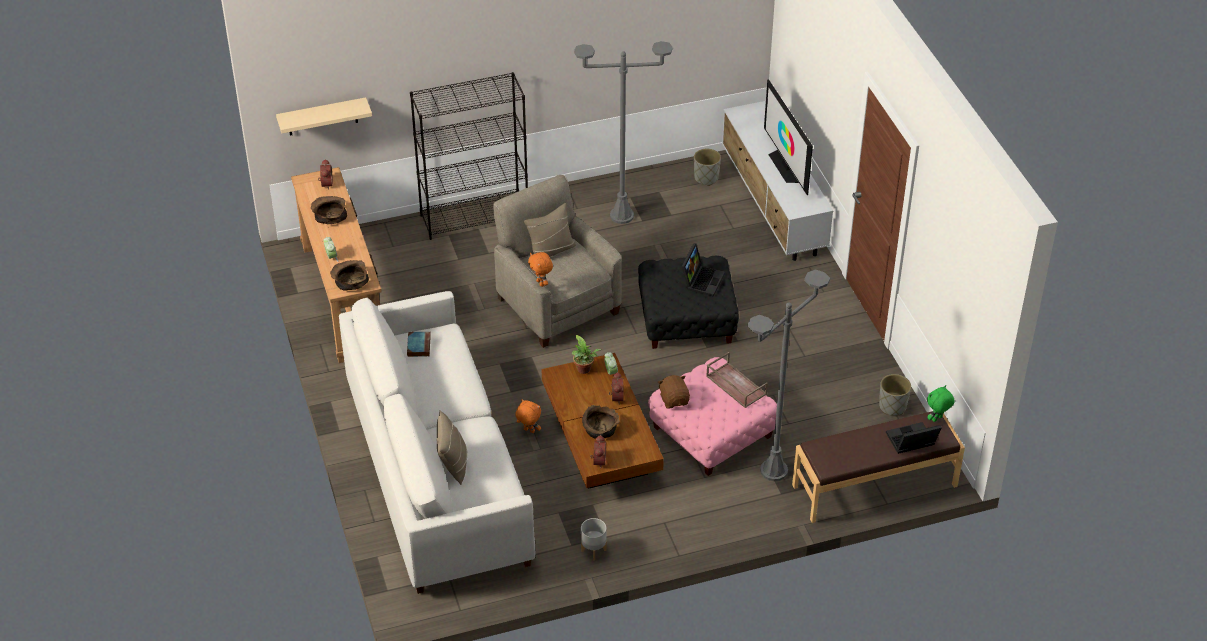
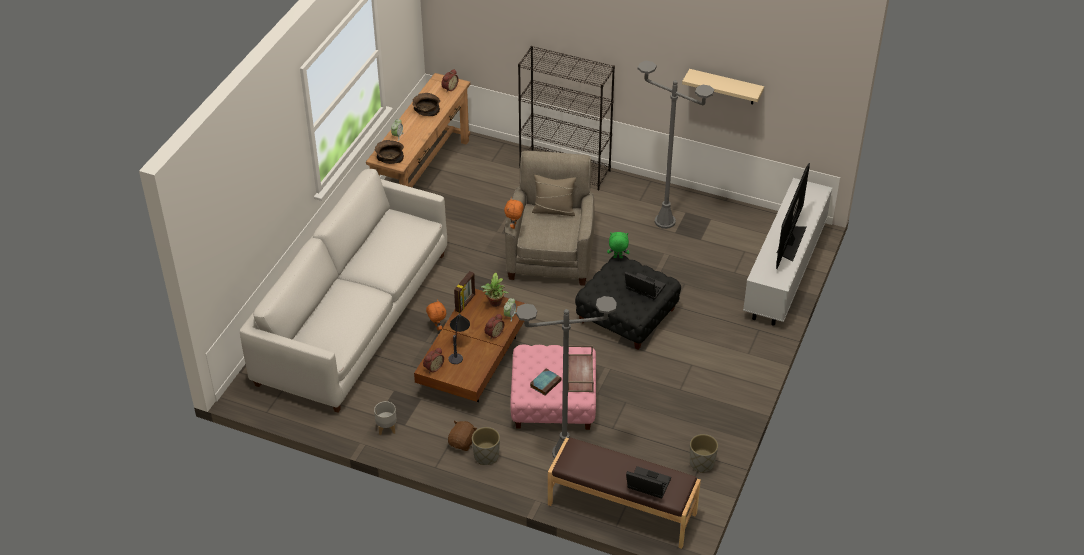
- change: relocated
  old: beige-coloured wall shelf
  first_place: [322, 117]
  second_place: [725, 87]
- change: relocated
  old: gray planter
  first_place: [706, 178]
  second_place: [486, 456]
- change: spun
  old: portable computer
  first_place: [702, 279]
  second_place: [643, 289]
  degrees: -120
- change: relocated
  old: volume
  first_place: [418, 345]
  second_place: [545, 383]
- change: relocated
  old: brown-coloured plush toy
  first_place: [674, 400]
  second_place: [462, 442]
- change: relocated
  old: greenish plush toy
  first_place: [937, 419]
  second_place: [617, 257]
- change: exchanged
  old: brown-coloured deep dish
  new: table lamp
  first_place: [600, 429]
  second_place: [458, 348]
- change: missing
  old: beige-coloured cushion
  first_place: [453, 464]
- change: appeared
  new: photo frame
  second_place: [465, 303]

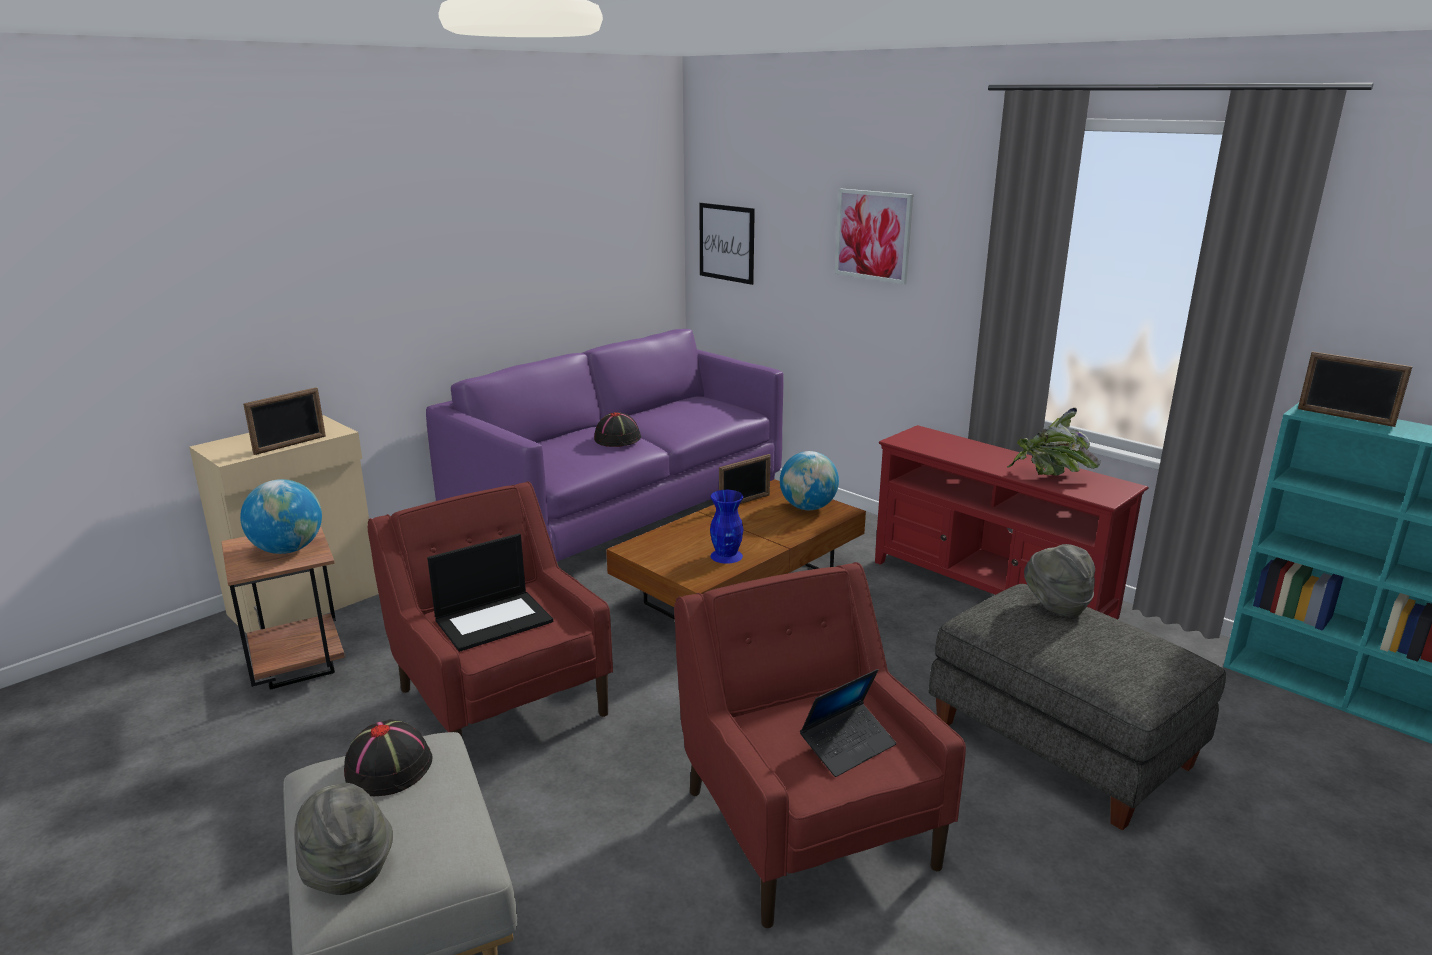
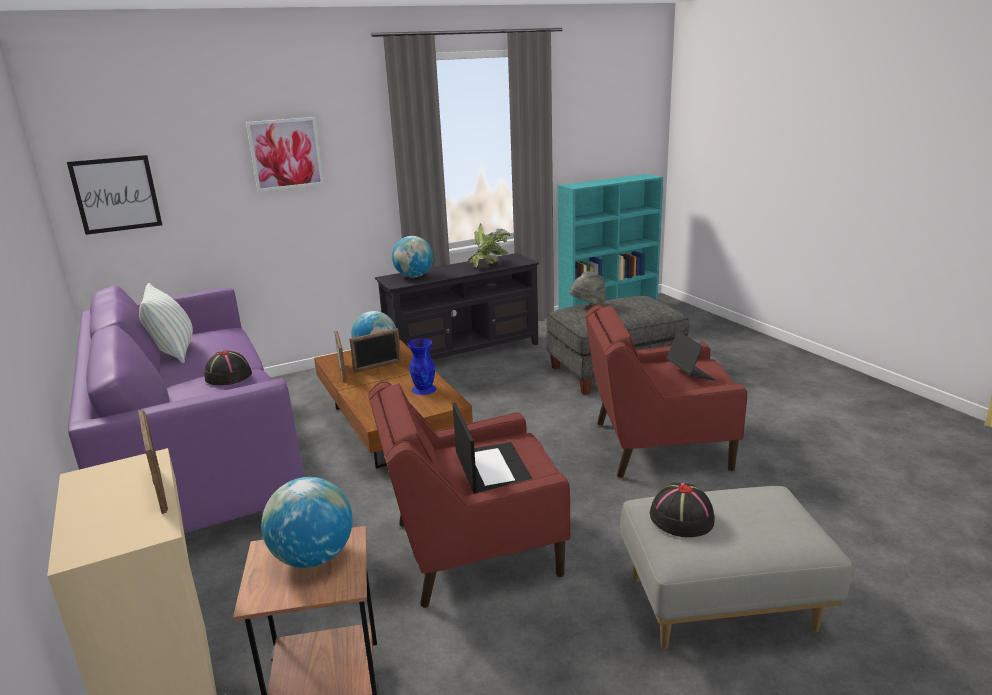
- change: relocated
  old: photo frame
  first_place: [1345, 417]
  second_place: [378, 367]
- change: colour
  old: red tv unit
  new: black-coloured tv unit
  first_place: [990, 589]
  second_place: [463, 353]
- change: missing
  old: gray hat
  first_place: [346, 868]
- change: appeared
  new: globe
  second_place: [414, 276]
- change: appeared
  new: cushion
  second_place: [173, 352]

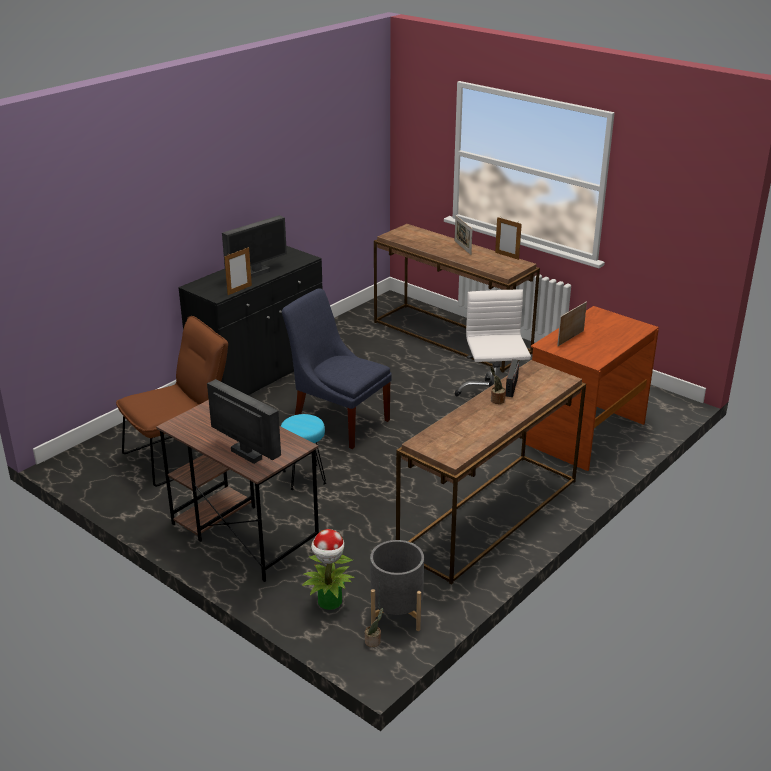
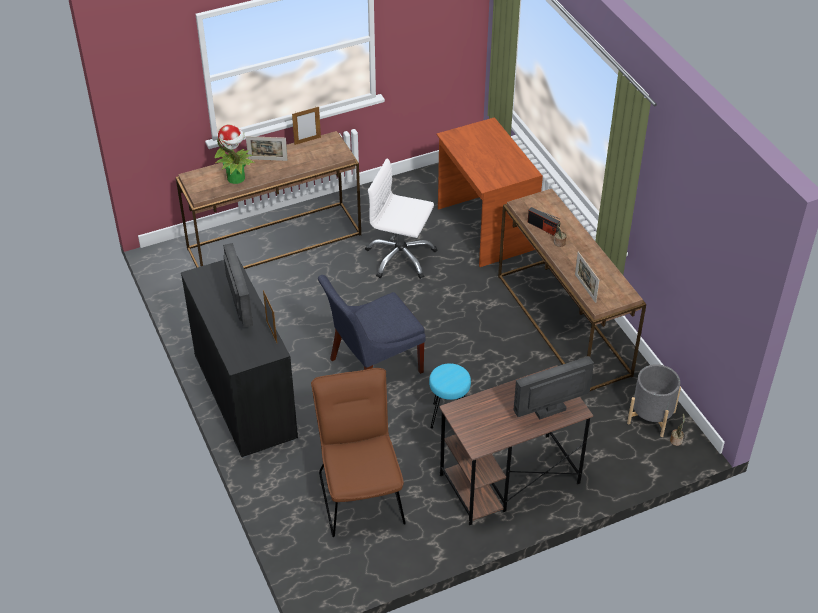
- change: relocated
  old: photo frame
  first_place: [570, 338]
  second_place: [585, 288]
- change: relocated
  old: potted plant
  first_place: [330, 602]
  second_place: [236, 178]

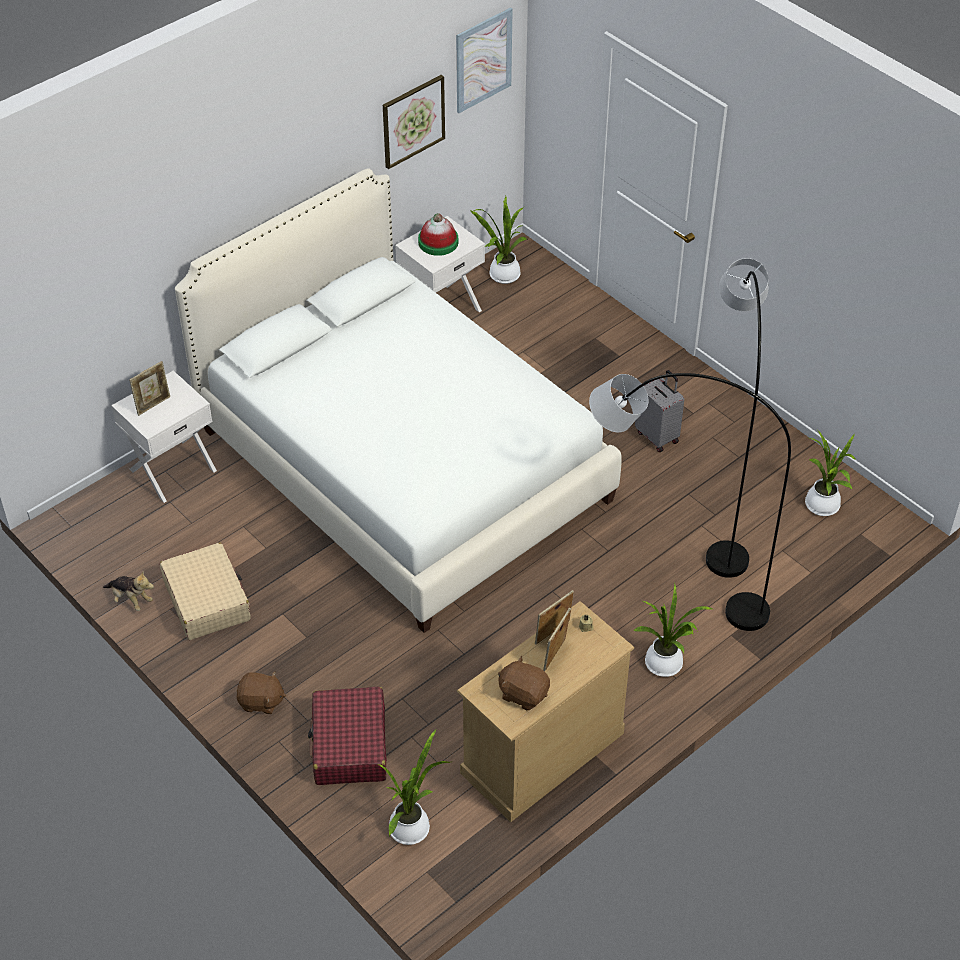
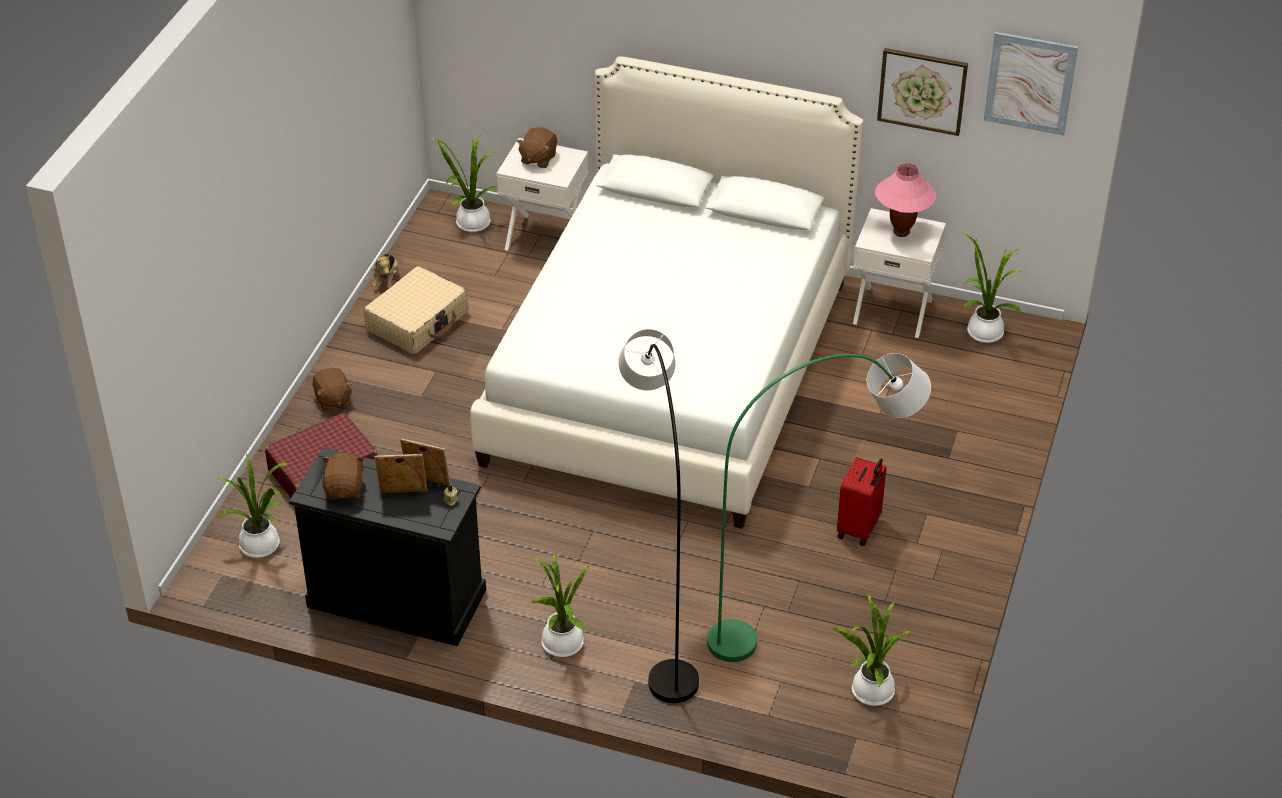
- change: exchanged
  old: hat
  new: pinkish table lamp
  first_place: [438, 242]
  second_place: [901, 232]
- change: colour
  old: gray standard lamp
  new: greenish standard lamp
  first_place: [722, 500]
  second_place: [813, 610]
- change: exchanged
  old: photo frame
  new: brown-coloured plush toy
  first_place: [153, 405]
  second_place: [538, 158]
- change: colour
  old: gray piece of luggage
  new: red piece of luggage
  first_place: [658, 436]
  second_place: [859, 528]
- change: colour
  old: beige-coloured drawer chest
  new: black-coloured drawer chest
  first_place: [542, 753]
  second_place: [396, 598]
- change: appeared
  new: potted plant
  second_place: [470, 223]

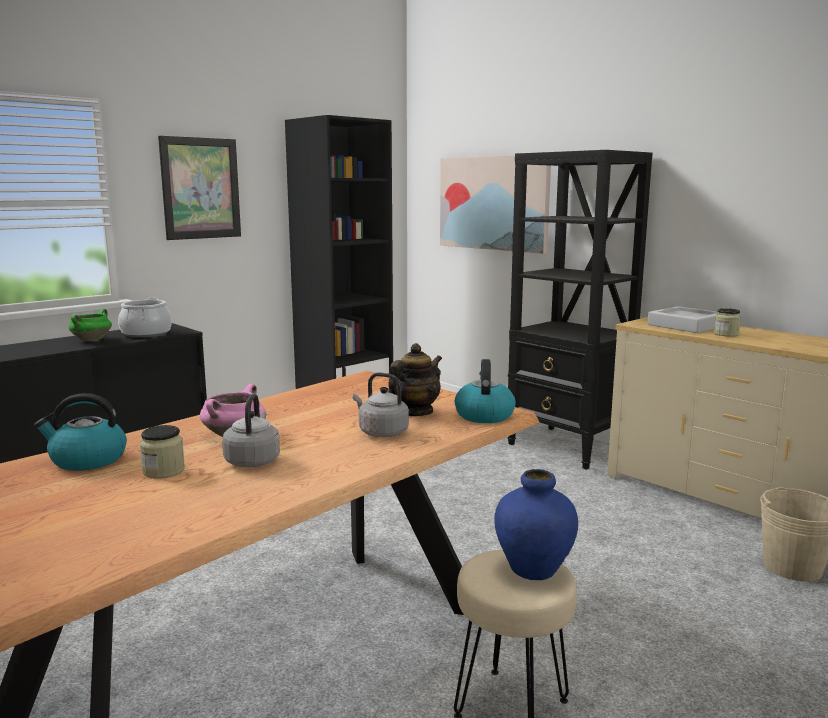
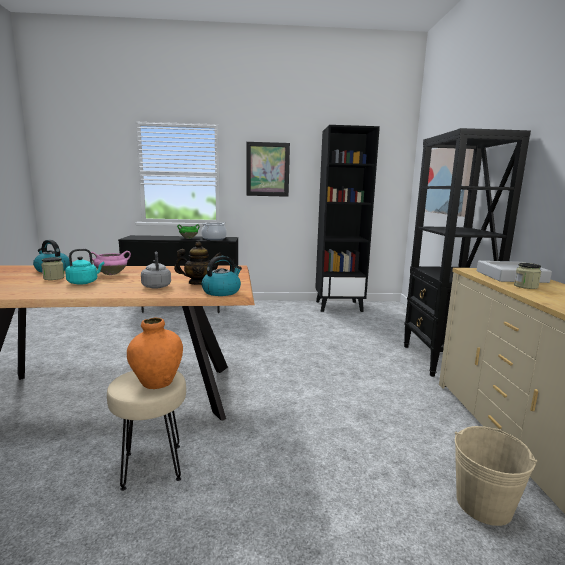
- change: colour
  old: gray tea kettle
  new: turquoise tea kettle
  first_place: [253, 460]
  second_place: [84, 282]
- change: colour
  old: bluish flower vase
  new: orange-coloured flower vase
  first_place: [533, 569]
  second_place: [157, 382]

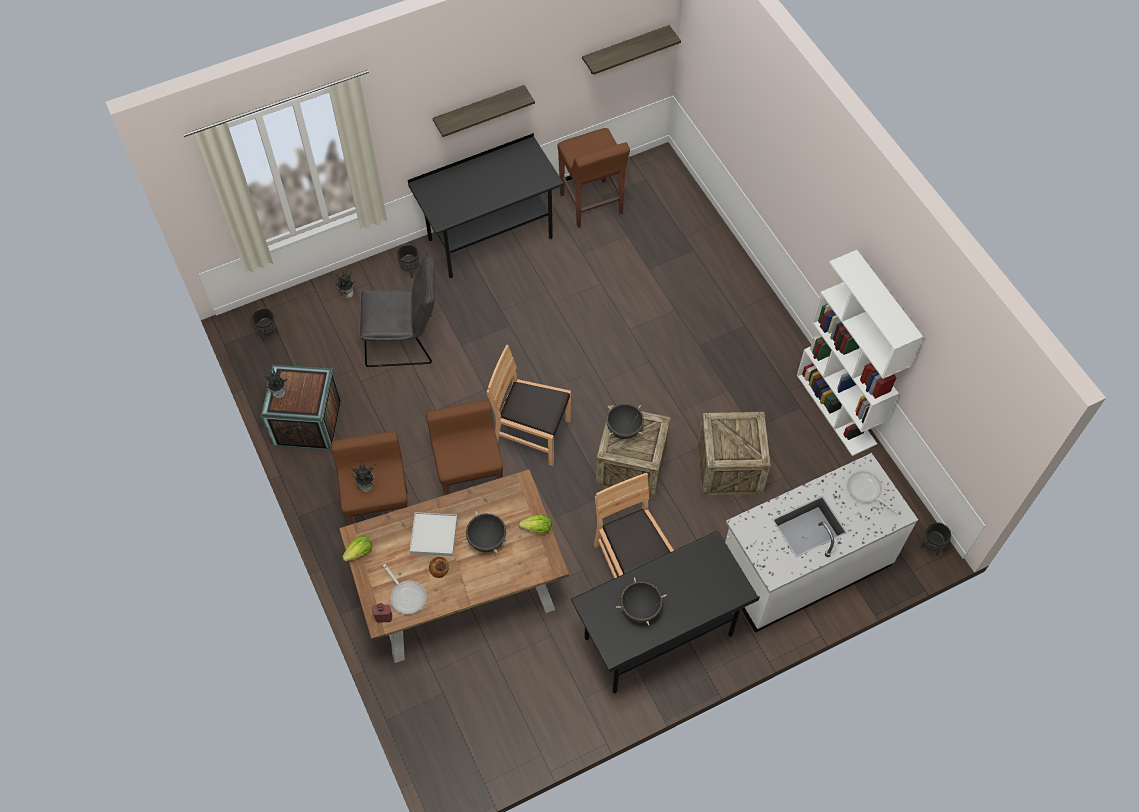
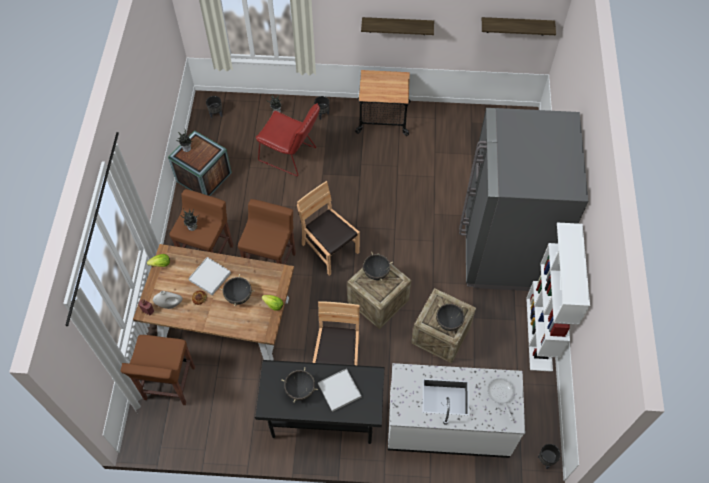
- change: relocated
  old: brown-coloured stool
  first_place: [591, 205]
  second_place: [169, 384]
- change: exchanged
  old: black-coloured desk unit
  new: trolley
  first_place: [490, 239]
  second_place: [383, 118]
- change: colour
  old: gray chair
  new: red chair
  first_place: [405, 341]
  second_place: [291, 156]
- change: exchanged
  old: frying pan
  new: white-coloured flower vase
  first_place: [407, 595]
  second_place: [170, 304]
- change: appeared
  new: gray kitchen fridge
  second_place: [504, 249]
- change: appeared
  new: black-coloured saucepot
  second_place: [449, 322]
- change: appeared
  new: white-coloured carrying tray
  second_place: [339, 390]

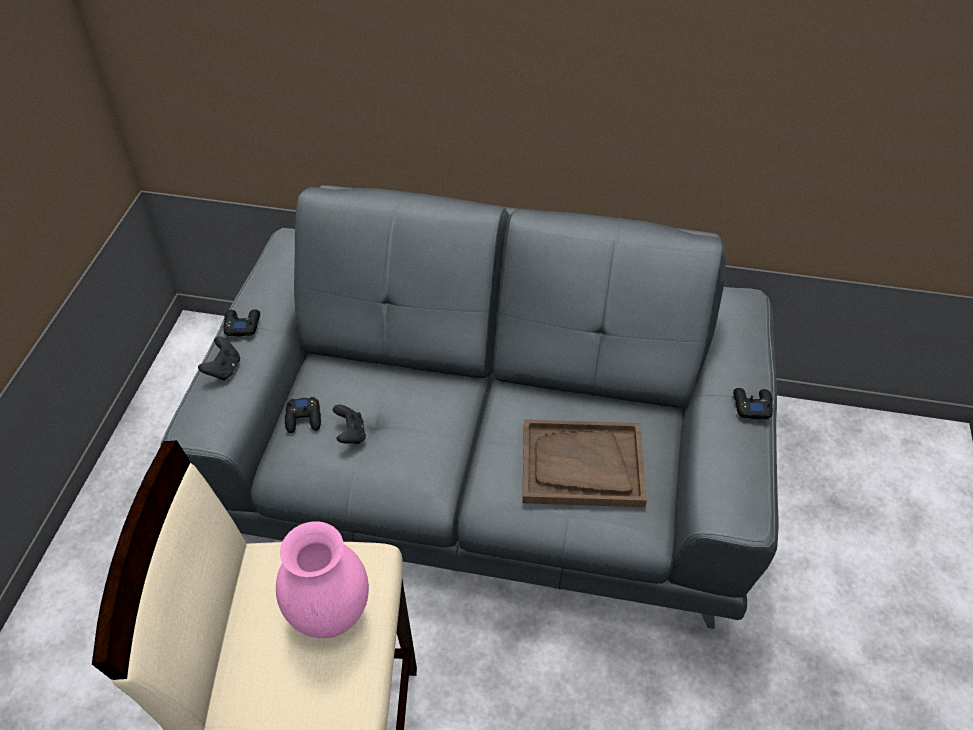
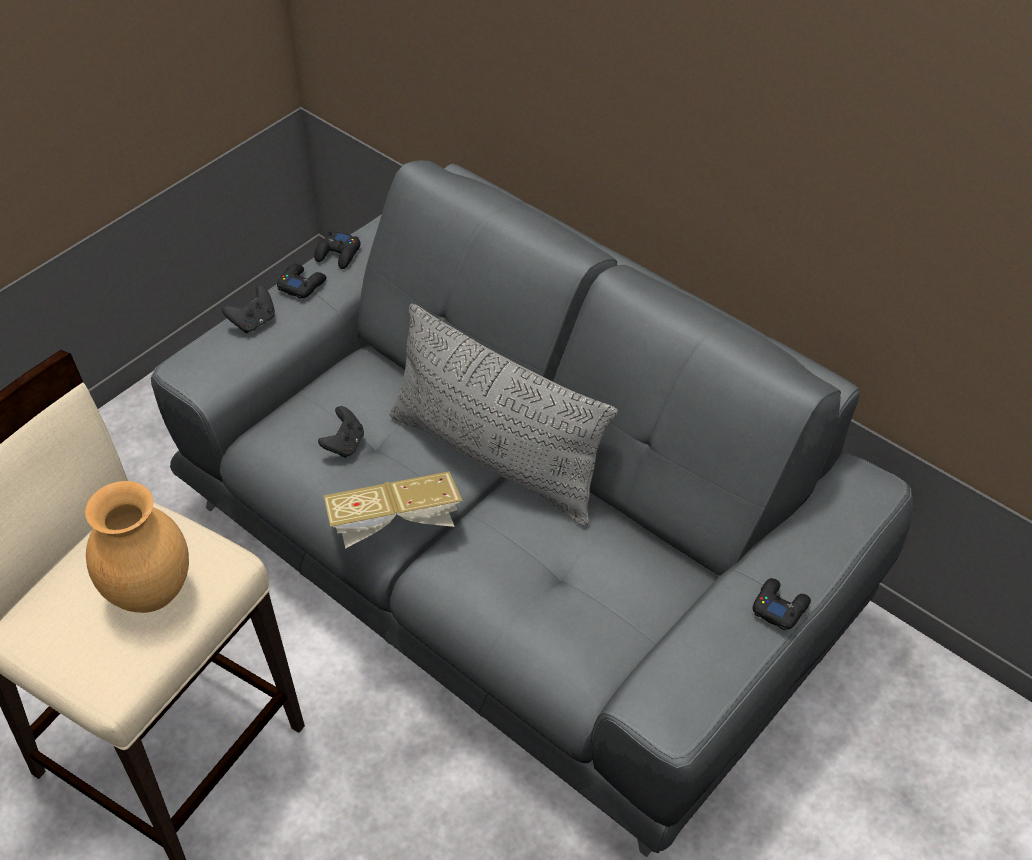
- change: relocated
  old: black-coloured gamepad
  first_place: [304, 418]
  second_place: [338, 254]
- change: missing
  old: brown-coloured carrying tray
  first_place: [582, 465]
- change: colour
  old: pinkish flower vase
  new: brown-coloured flower vase
  first_place: [329, 613]
  second_place: [152, 591]
- change: appeared
  new: gray cushion
  second_place: [496, 458]
- change: appeared
  new: volume
  second_place: [395, 526]

